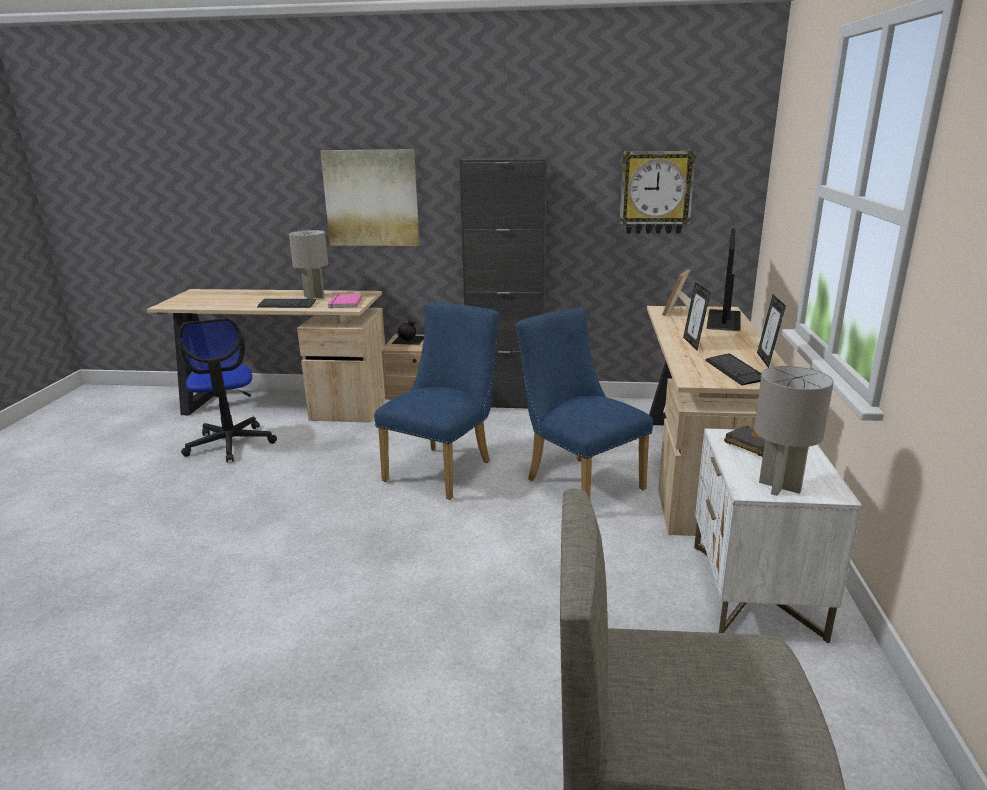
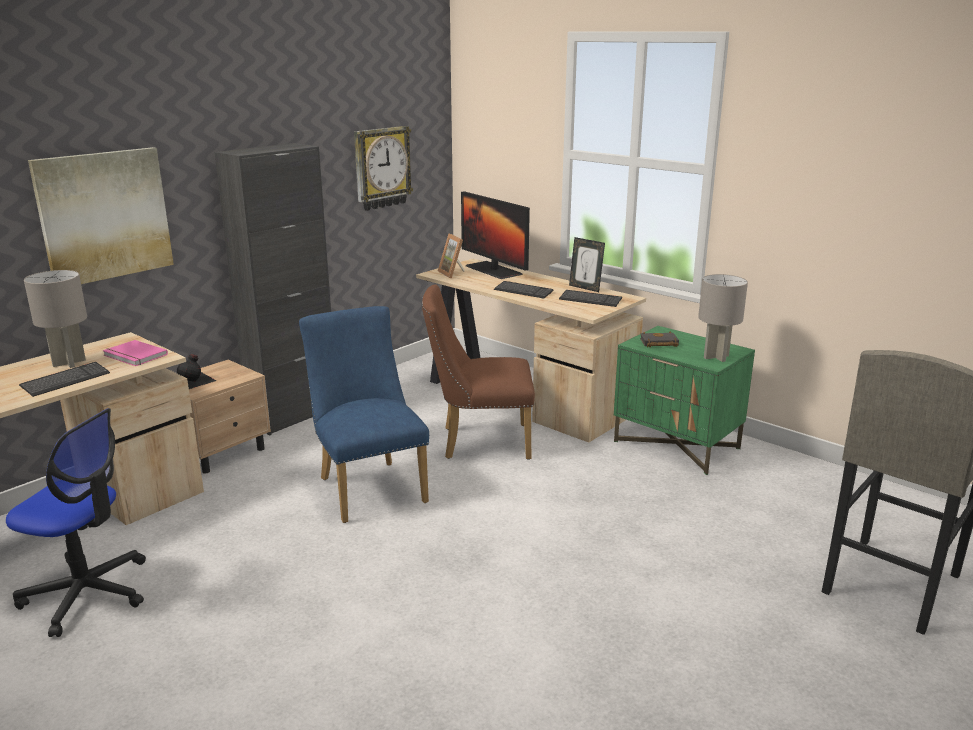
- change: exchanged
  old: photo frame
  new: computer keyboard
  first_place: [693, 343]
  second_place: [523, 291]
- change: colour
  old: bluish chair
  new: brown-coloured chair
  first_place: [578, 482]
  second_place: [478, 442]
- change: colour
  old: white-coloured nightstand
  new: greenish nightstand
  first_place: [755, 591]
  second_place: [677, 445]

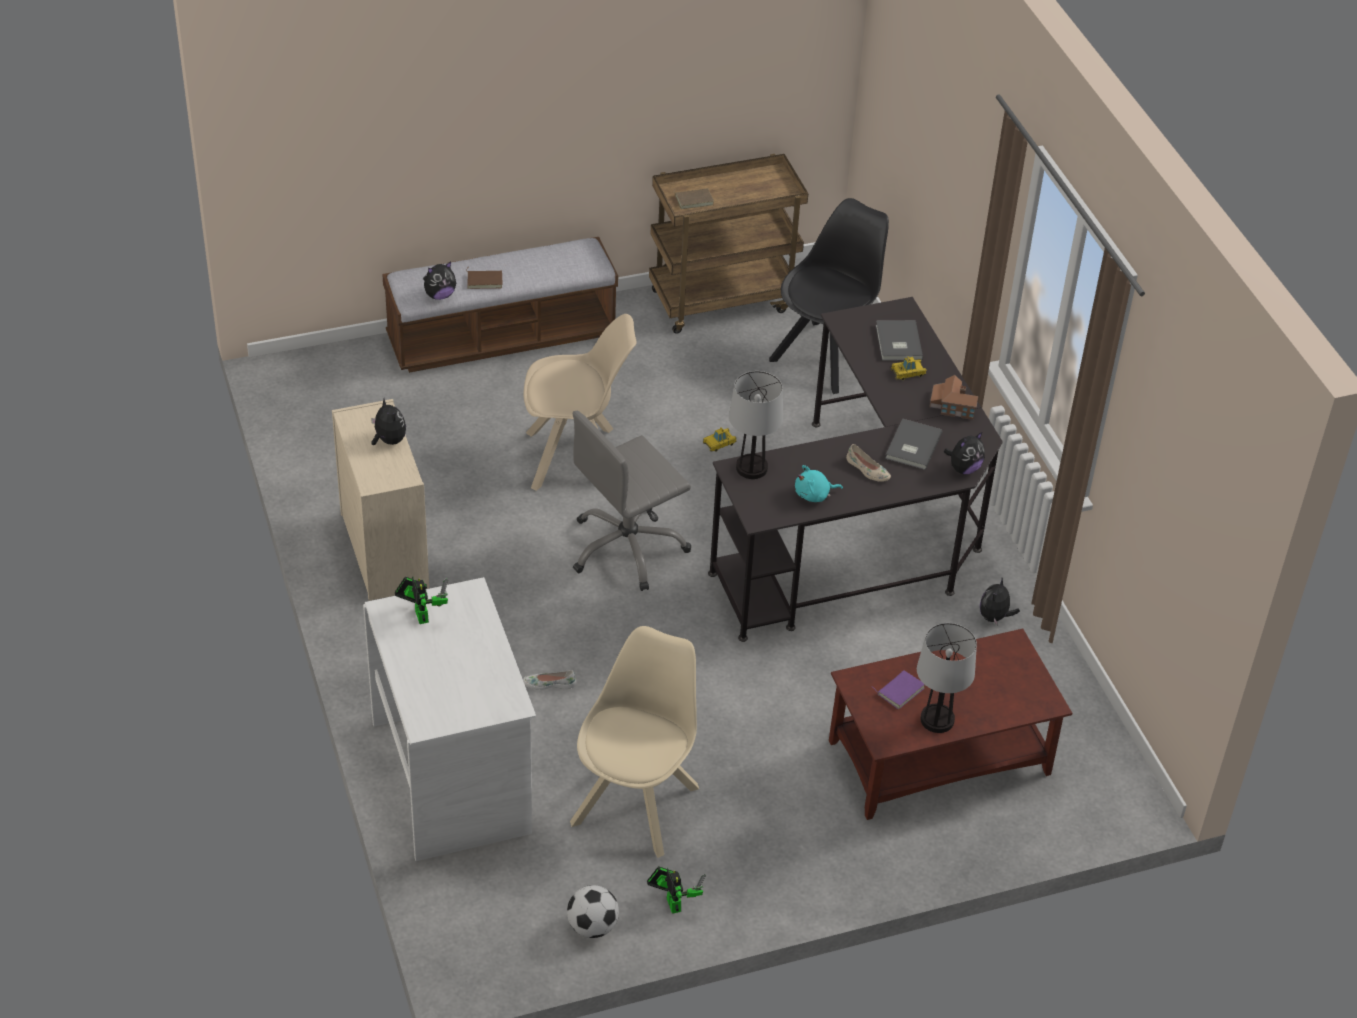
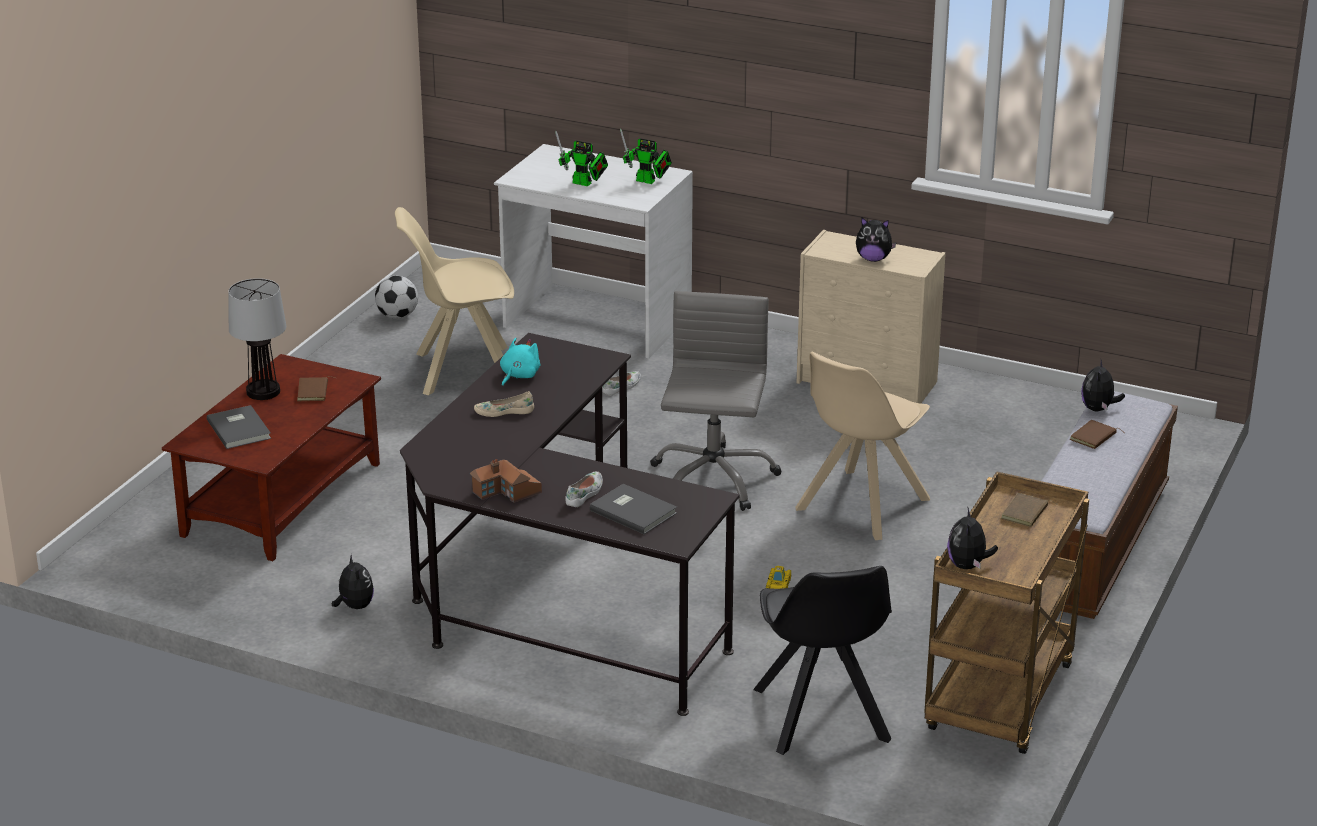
- change: exchanged
  old: toy car
  new: white-coloured low shoe
  first_place: [908, 372]
  second_place: [585, 494]
- change: missing
  old: table lamp
  first_place: [751, 467]
- change: relocated
  old: gray volume
  first_place: [911, 446]
  second_place: [240, 428]
- change: relocated
  old: plush toy
  first_place: [964, 468]
  second_place: [968, 566]
- change: spun
  old: beige-coloured chair
  first_place: [637, 802]
  second_place: [461, 371]
  degrees: 105
- change: colour
  old: purple-coloured volume
  new: brown-coloured volume
  first_place: [899, 690]
  second_place: [314, 392]
- change: relocated
  old: robot figure
  first_place: [672, 902]
  second_place: [584, 183]

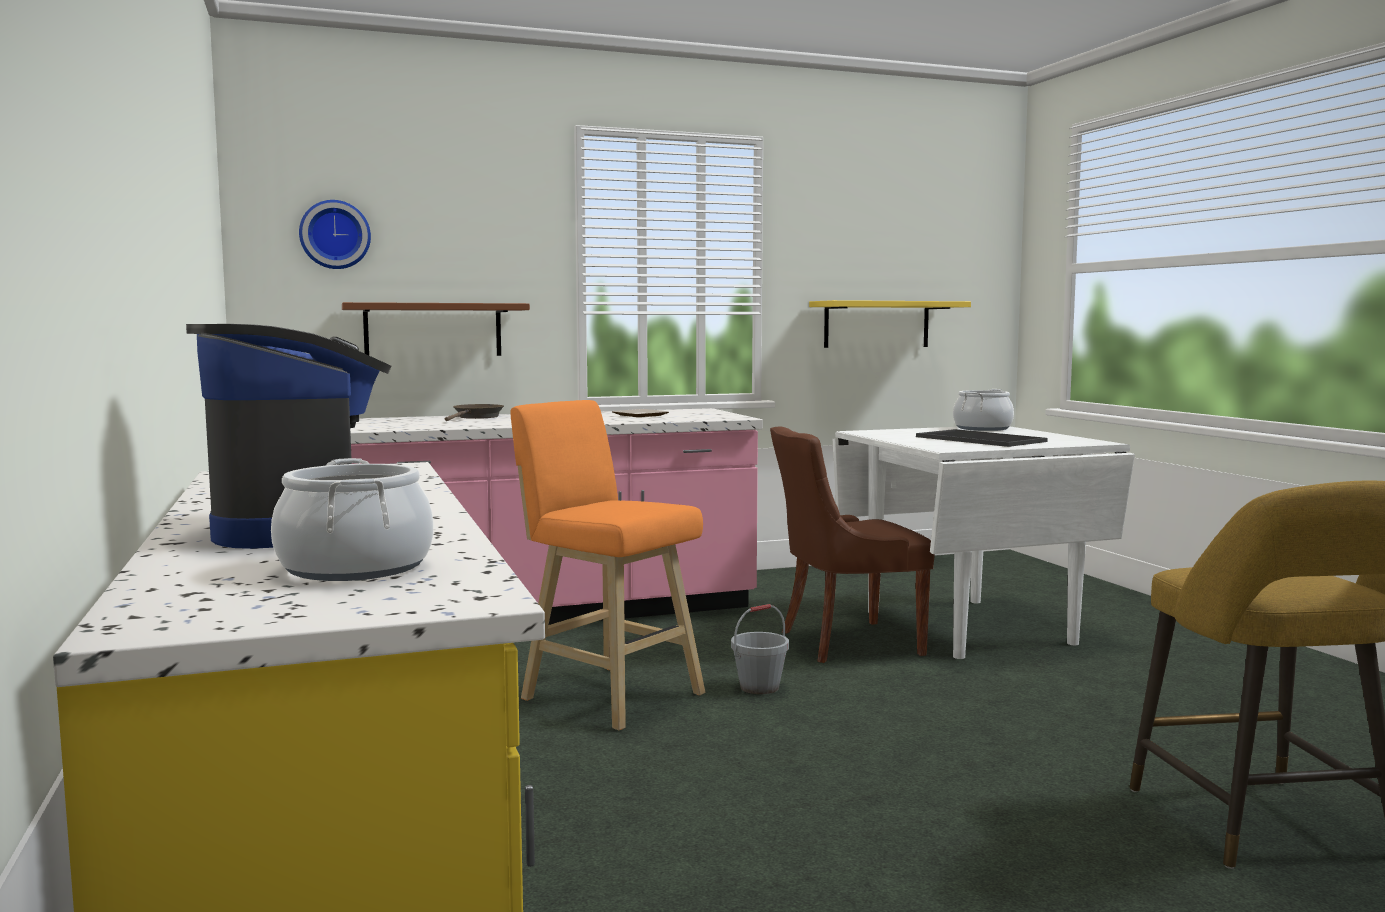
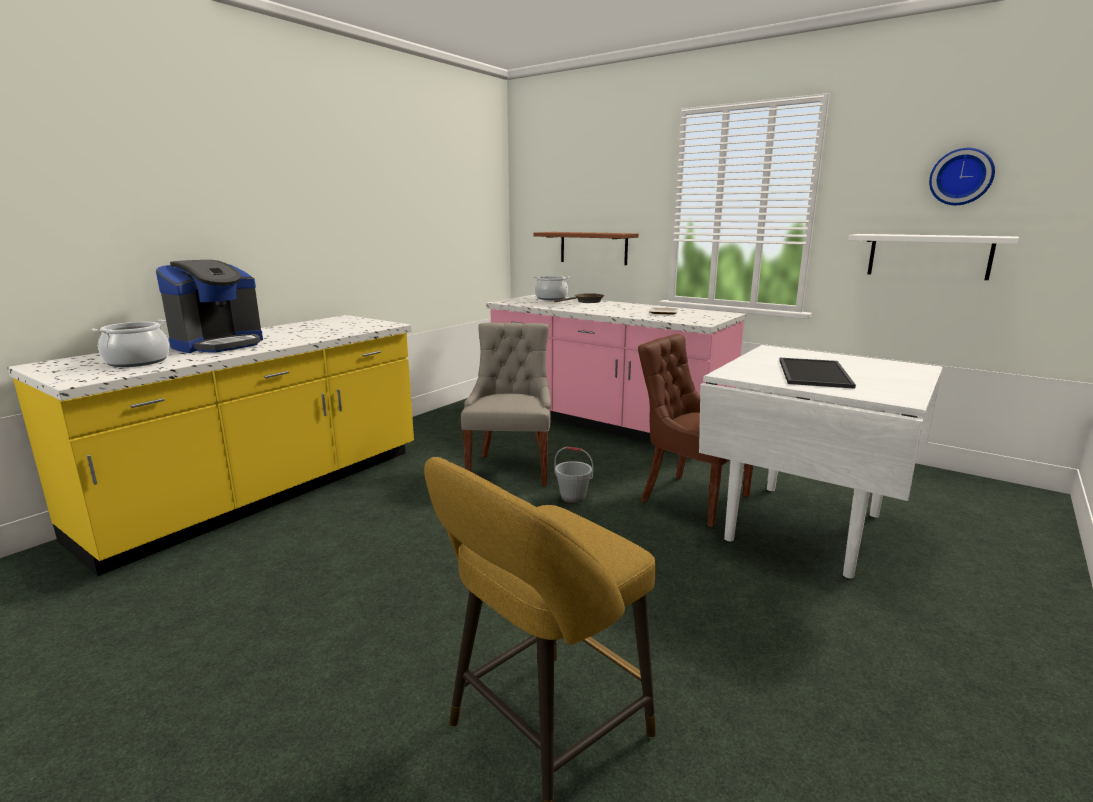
- change: relocated
  old: clock on the wall
  first_place: [335, 235]
  second_place: [961, 177]
- change: colour
  old: yellow-coloured wall shelf
  new: white-coloured wall shelf
  first_place: [876, 324]
  second_place: [928, 256]
- change: relocated
  old: saucepot
  first_place: [982, 428]
  second_place: [551, 298]
- change: exchanged
  old: orange-coloured stool
  new: gray chair
  first_place: [607, 695]
  second_place: [511, 469]

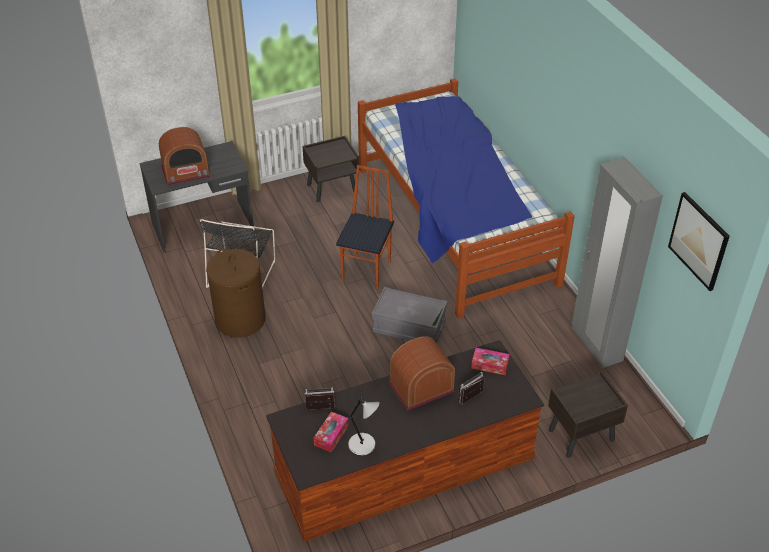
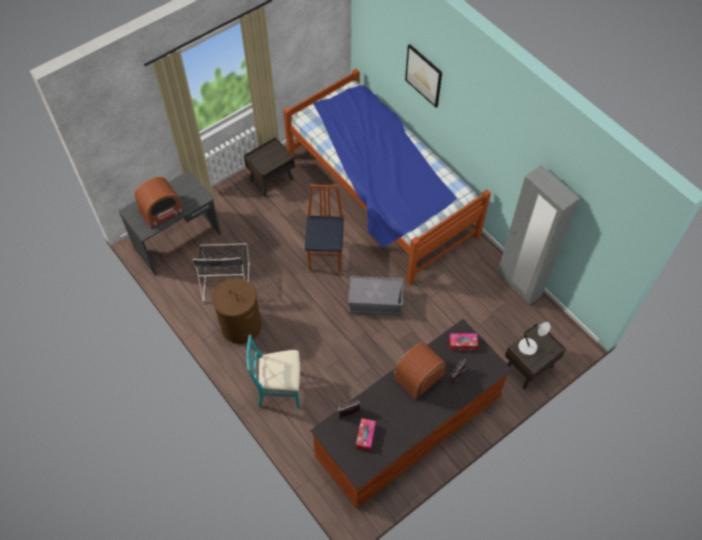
- change: relocated
  old: wall picture
  first_place: [698, 241]
  second_place: [424, 75]
- change: relocated
  old: gray table lamp
  first_place: [363, 445]
  second_place: [529, 347]
- change: appeared
  new: turquoise chair
  second_place: [280, 390]

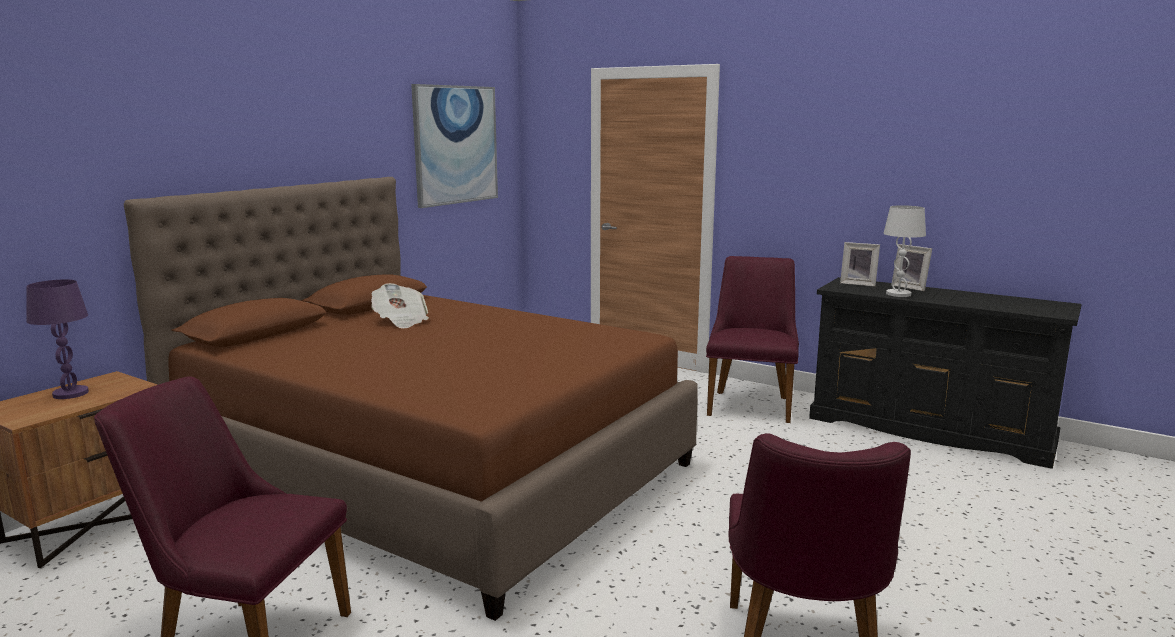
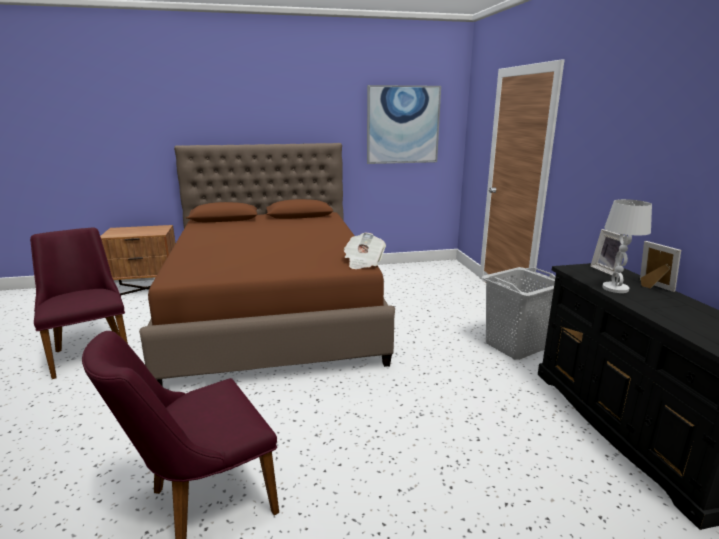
- change: spun
  old: photo frame
  first_place: [911, 287]
  second_place: [652, 286]
  degrees: 150
- change: exchanged
  old: purple-coloured chair
  new: gray hamper
  first_place: [751, 403]
  second_place: [515, 346]
- change: missing
  old: purple-coloured table lamp
  first_place: [70, 393]
- change: relocated
  old: newspaper
  first_place: [400, 321]
  second_place: [363, 262]

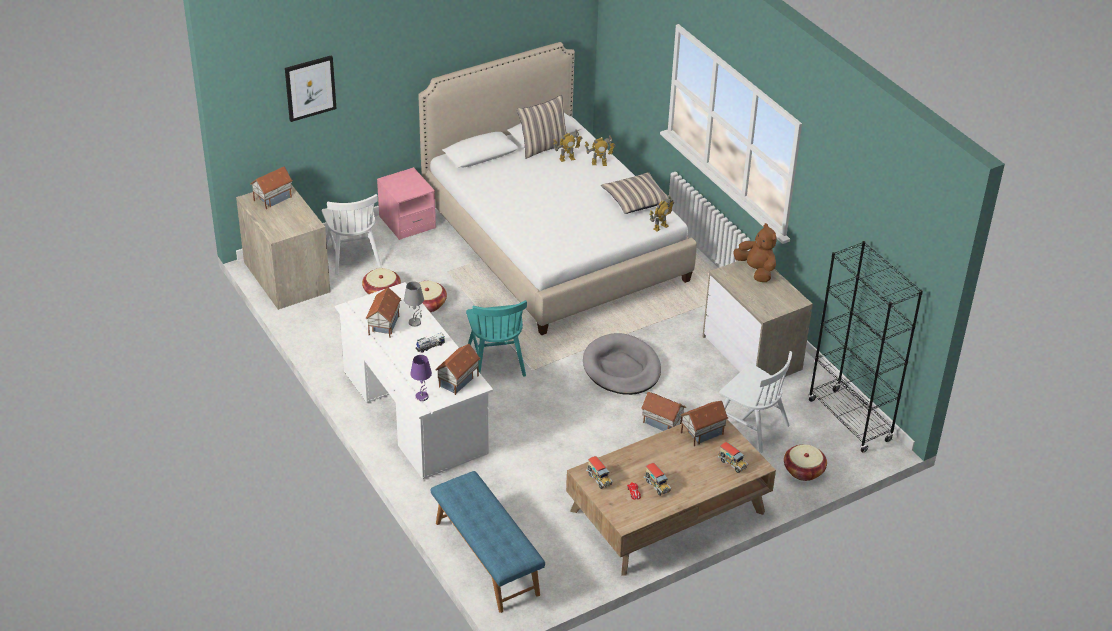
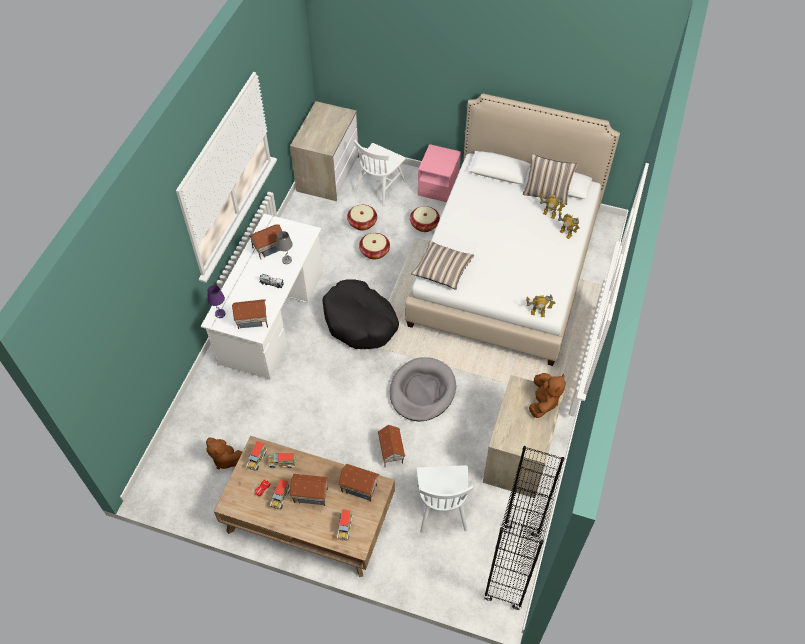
- change: missing
  old: wall picture
  first_place: [310, 88]
- change: relocated
  old: toy house
  first_place: [272, 199]
  second_place: [310, 494]
- change: relocated
  old: cushion
  first_place: [636, 199]
  second_place: [442, 269]
- change: exchanged
  old: turquoise chair
  new: black-coloured dog bed
  first_place: [496, 360]
  second_place: [360, 321]
- change: relocated
  old: basket
  first_place: [803, 470]
  second_place: [424, 224]
- change: missing
  old: bluish indoor bench
  first_place: [486, 558]
- change: appeared
  new: brown-coloured plush toy
  second_place: [226, 459]
- change: appeared
  new: toy truck
  second_place: [282, 463]

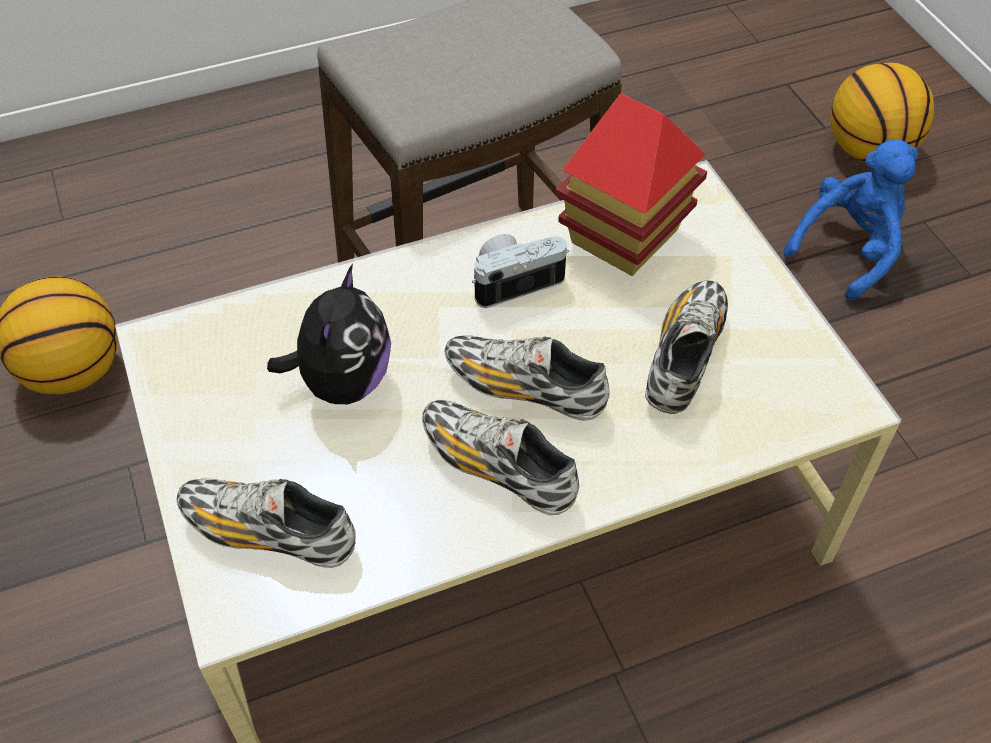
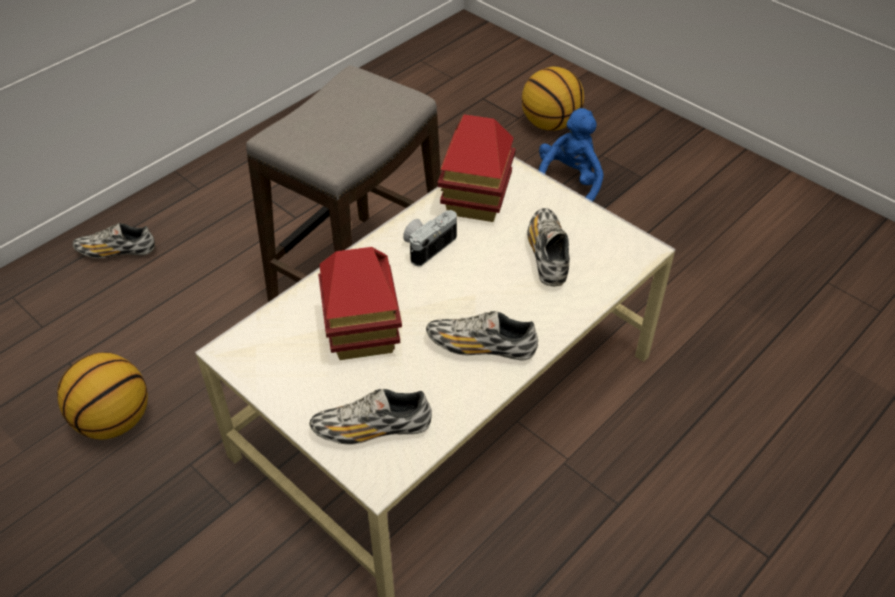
- change: exchanged
  old: plush toy
  new: toy house
  first_place: [343, 382]
  second_place: [362, 334]
- change: relocated
  old: low shoe
  first_place: [524, 389]
  second_place: [116, 252]

